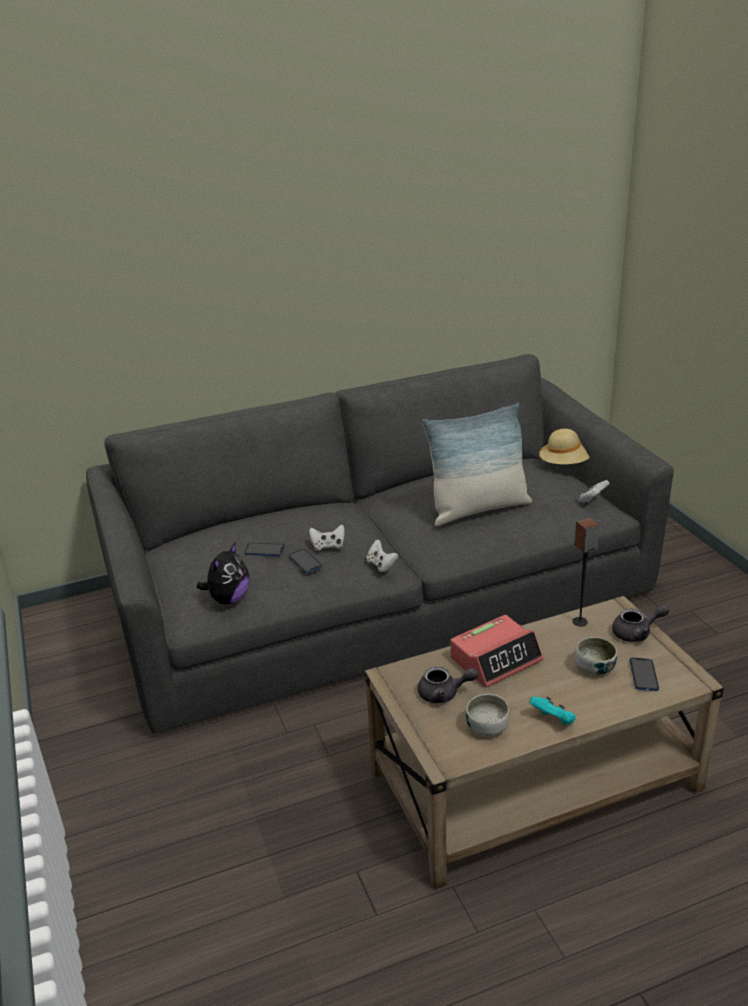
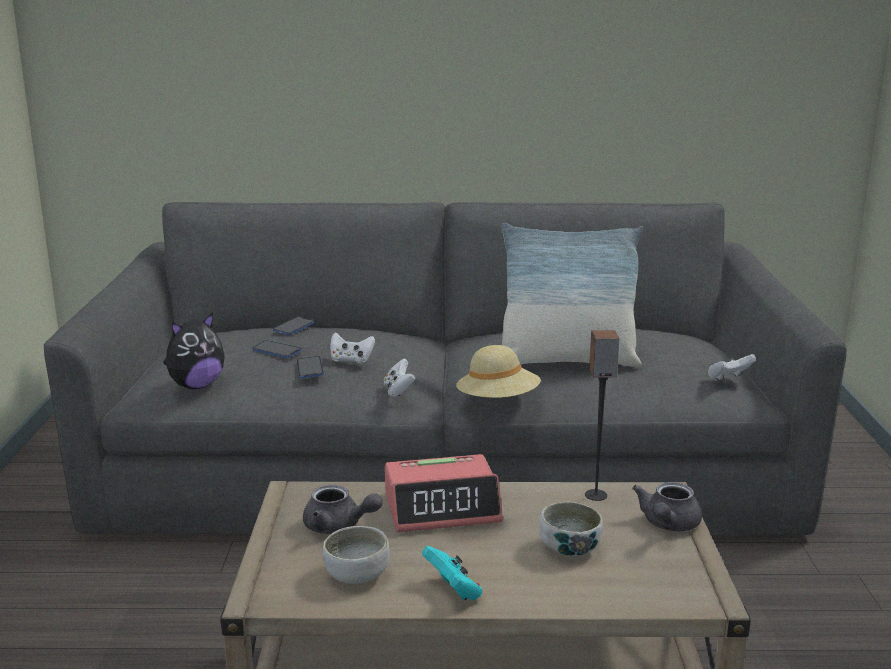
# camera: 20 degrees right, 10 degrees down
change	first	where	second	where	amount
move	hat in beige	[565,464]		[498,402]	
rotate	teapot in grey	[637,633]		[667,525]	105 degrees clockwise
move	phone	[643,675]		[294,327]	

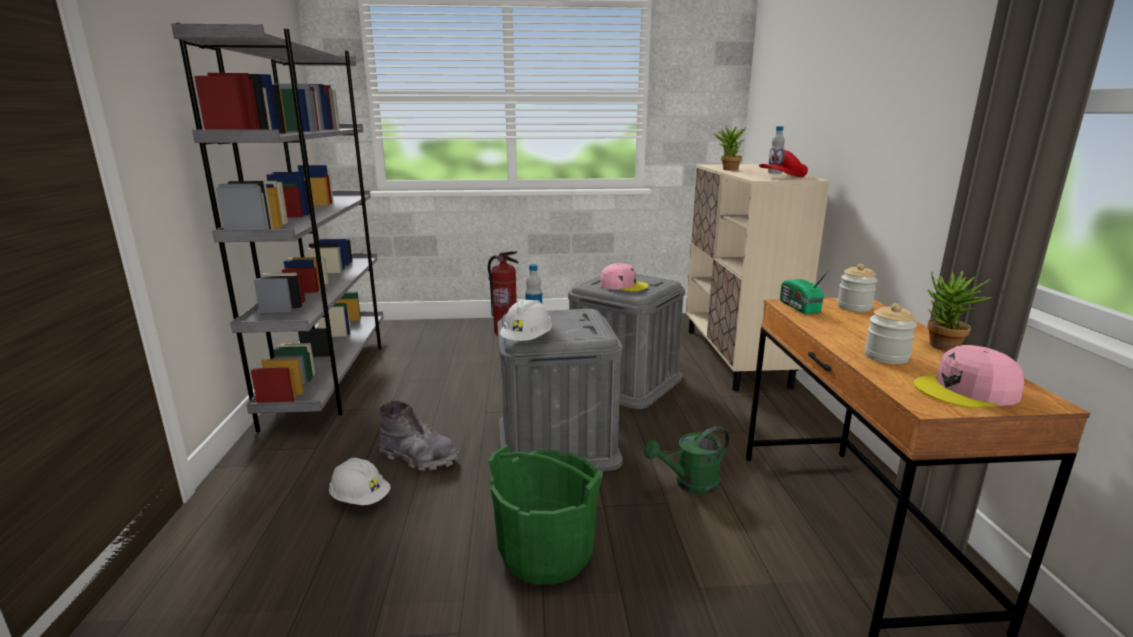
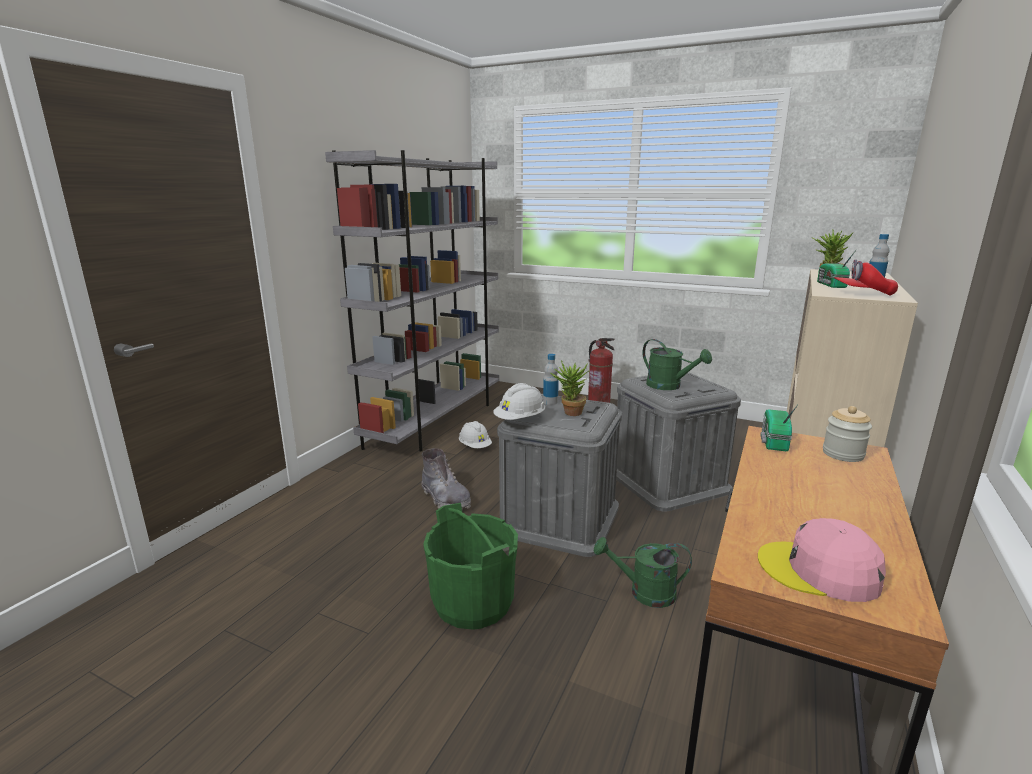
# camera: 30 degrees right, 0 degrees up
change	first	where	second	where	amount
move	hard hat in white	[360,499]		[475,447]	
replace	cap in pink	[623,285]	watering can in green	[669,386]	
delete	jar	[886,356]			
move	potted plant	[943,348]		[569,413]	
insert			radio	[830,285]	

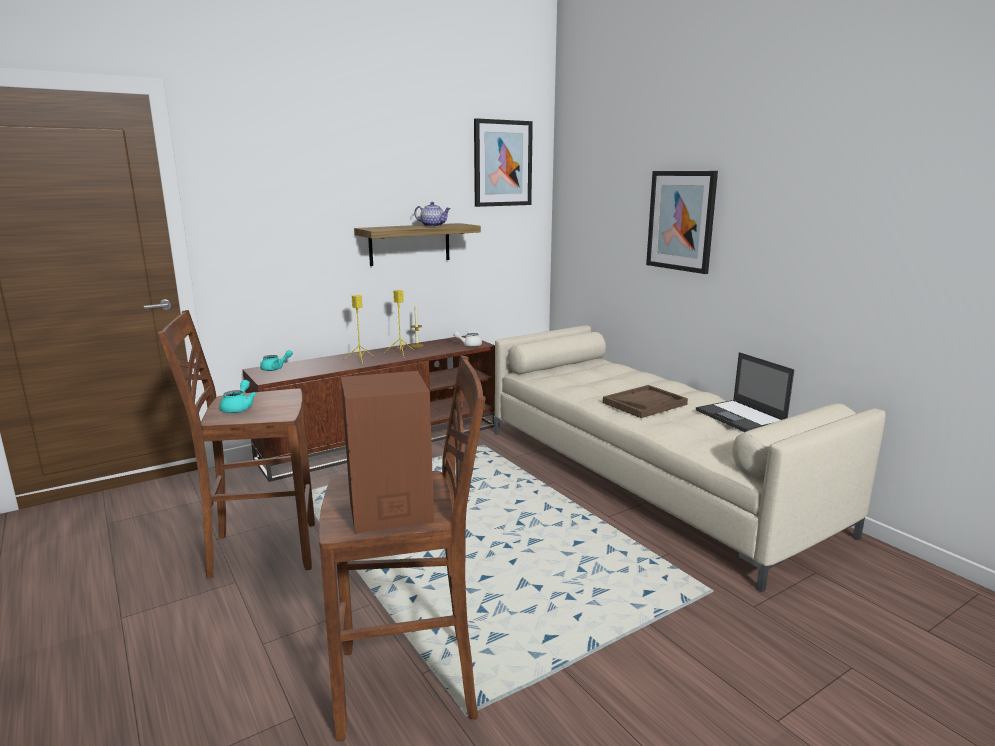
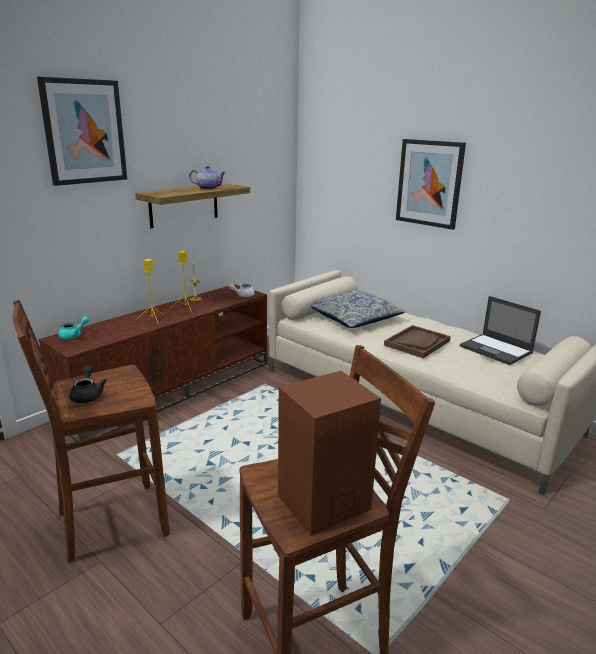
# camera: 15 degrees left, 5 degrees up
change	first	where	second	where	amount
recolor	teapot in turquoise	[239,408]	teapot in black	[87,395]	
move	picture	[502,163]		[84,132]	
insert			pillow	[354,318]	

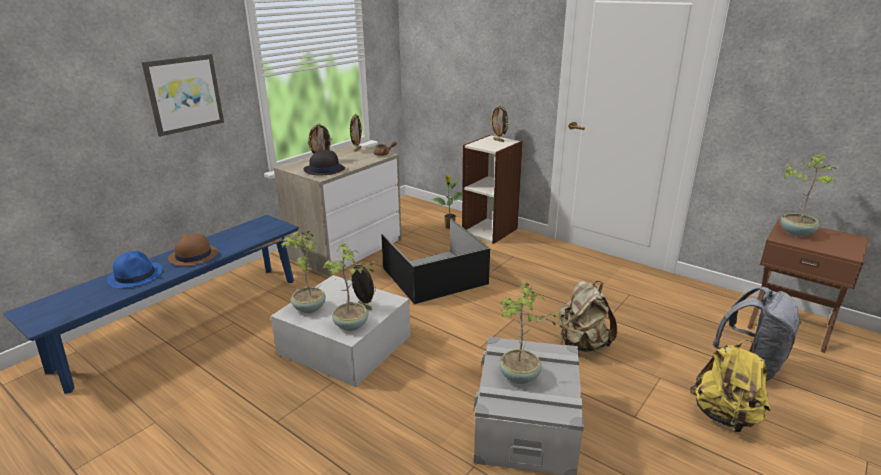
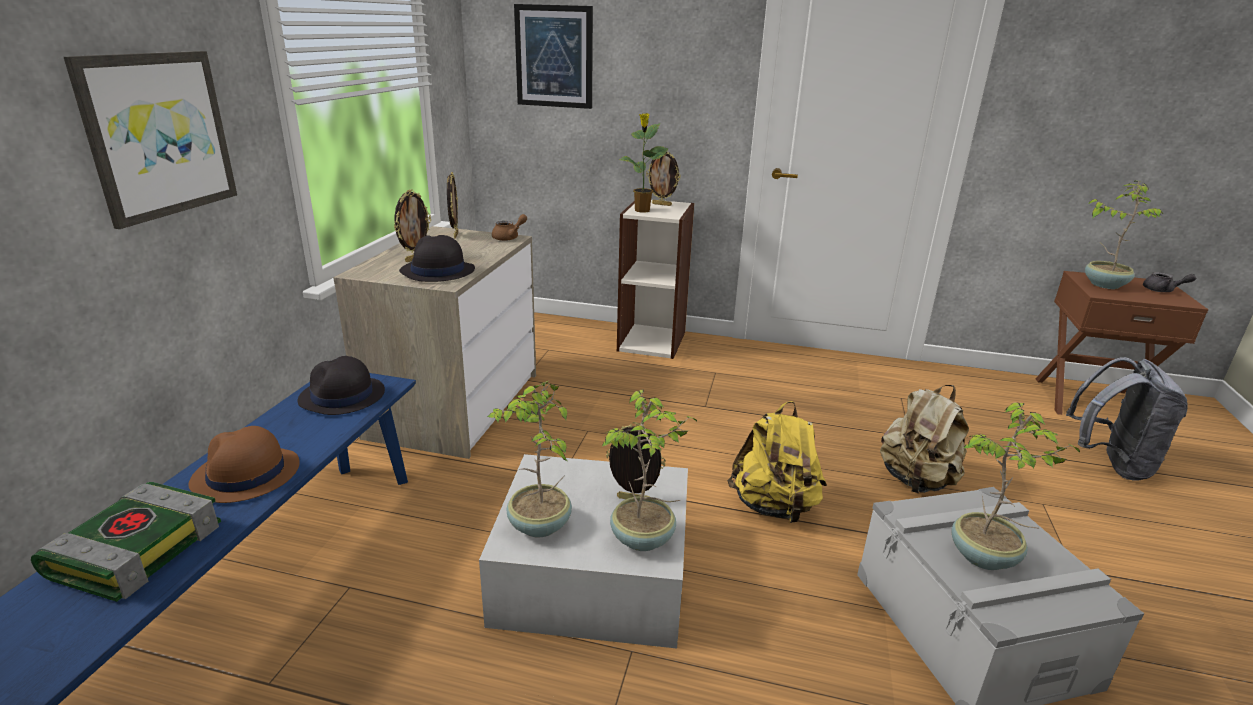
# camera: 25 degrees left, 0 degrees up
change	first	where	second	where	amount
replace	hat in blue	[136,276]	book	[137,549]	
delete	storage box in black	[435,275]			
move	potted plant	[449,227]		[642,210]	
move	backpack in yellow	[725,416]		[774,506]	
insert			hat in black	[342,397]	
insert			picture	[554,57]	
insert			teapot in grey	[1162,290]	

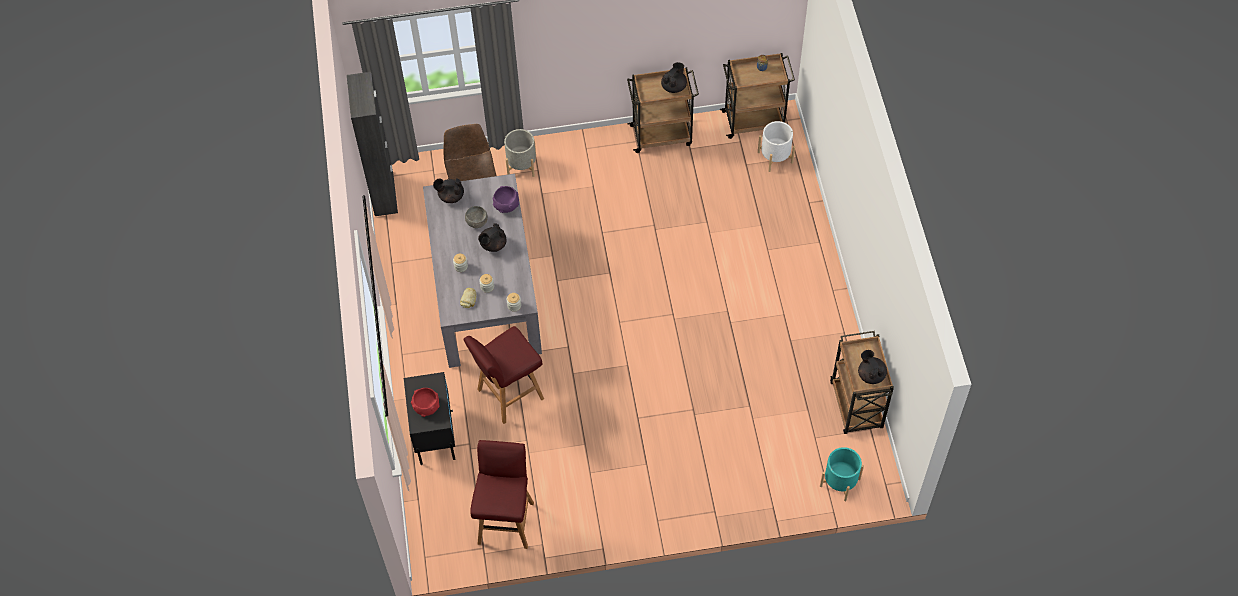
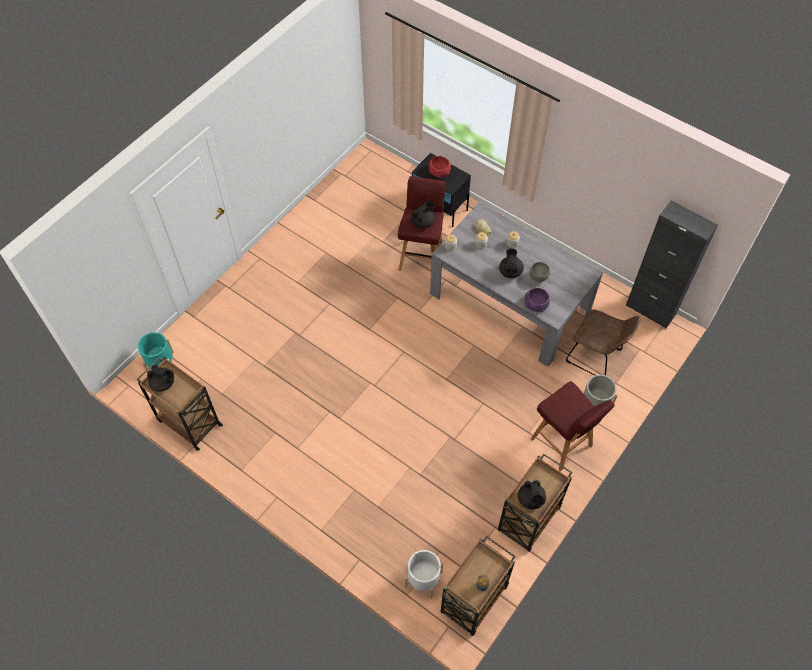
# camera: 135 degrees right, 0 degrees up
change	first	where	second	where	amount
move	teapot in black	[450,196]		[423,222]	
move	stool in red	[506,521]		[562,443]	

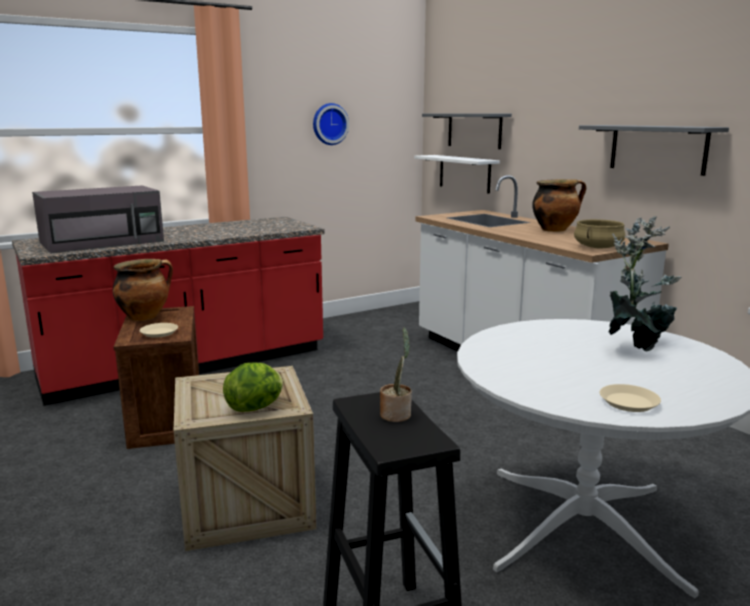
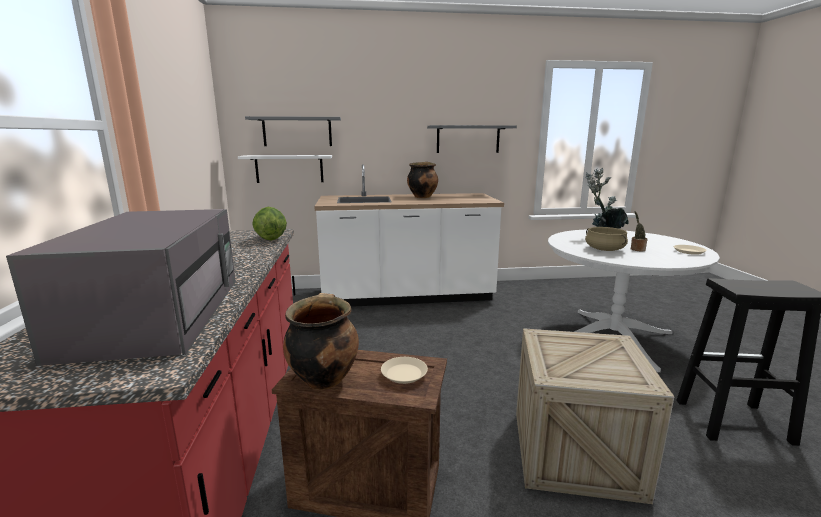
# camera: 65 degrees left, 0 degrees up
change	first	where	second	where	amount
move	lettuce	[256,407]		[271,239]	
delete	wall clock	[329,124]			
move	potted plant	[396,414]		[636,249]	
move	cooking pot in beige	[597,247]		[604,249]	

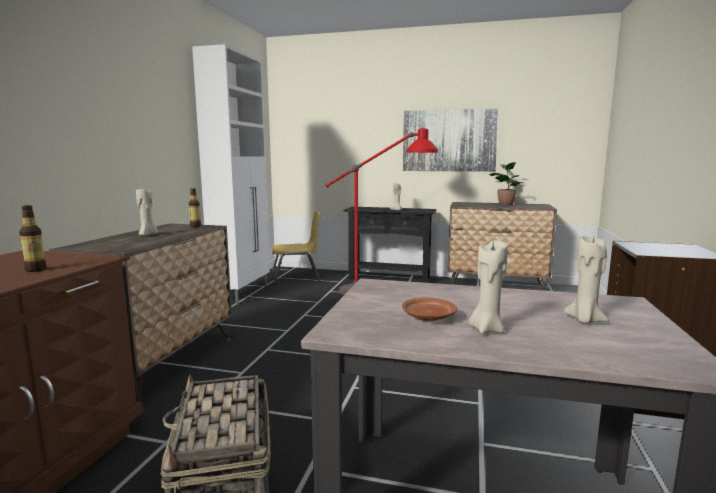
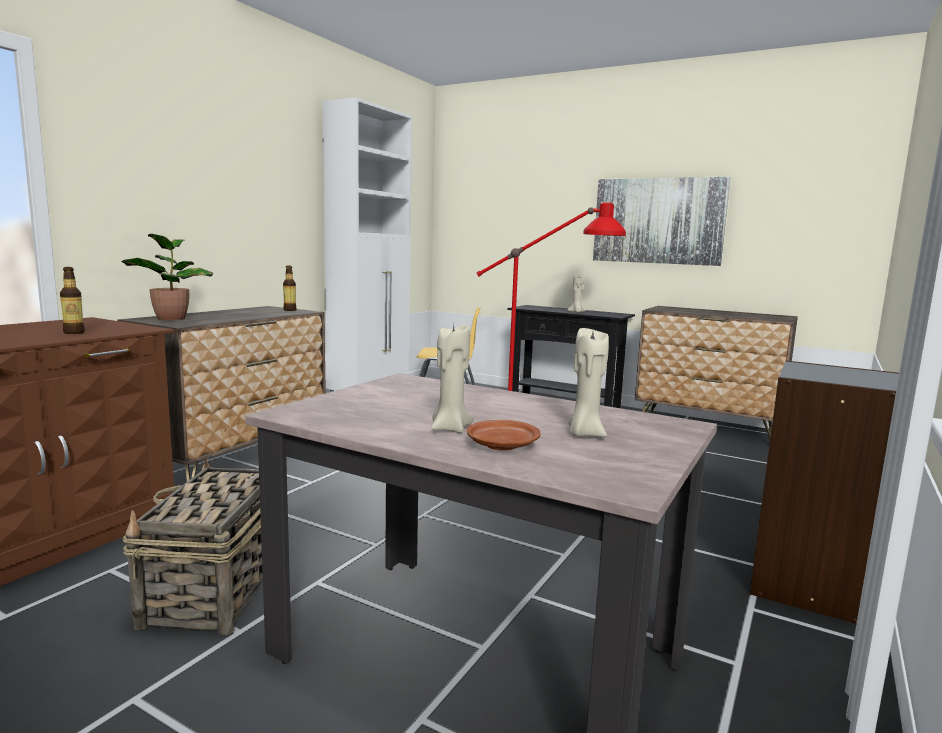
# camera: 15 degrees right, 0 degrees up
change	first	where	second	where	amount
delete	candle in beige	[148,235]			
move	plate in brown	[428,317]		[502,445]	
move	potted plant	[505,204]		[172,318]	

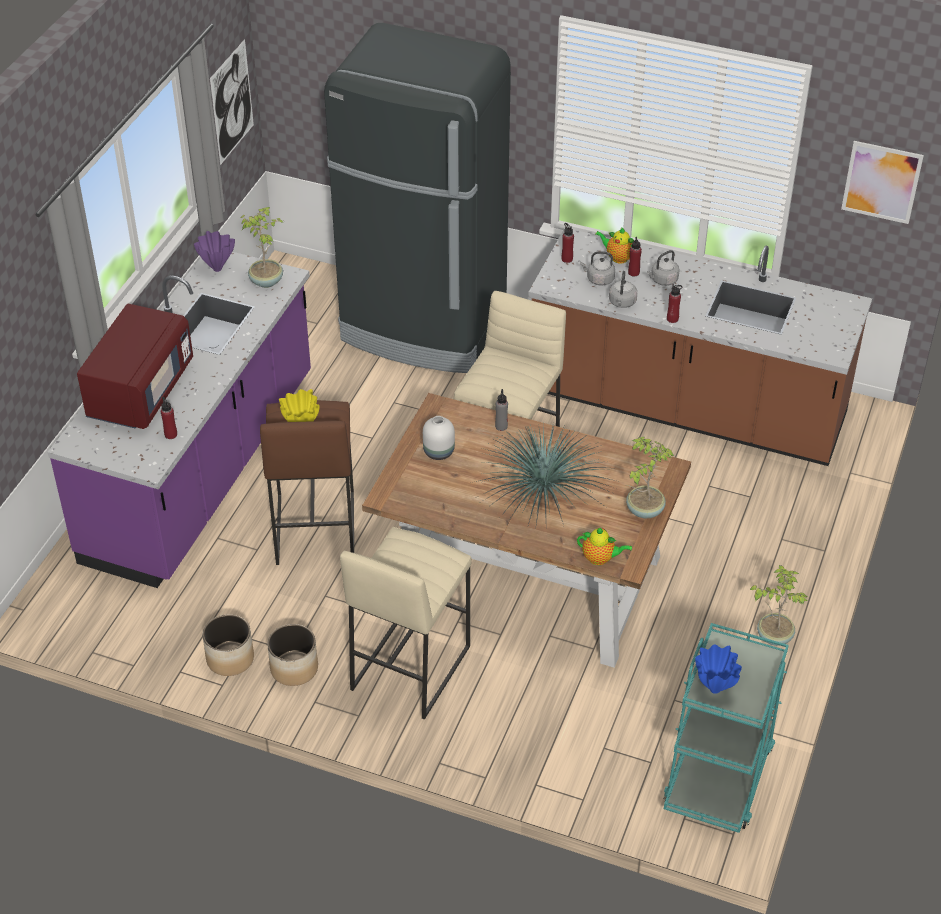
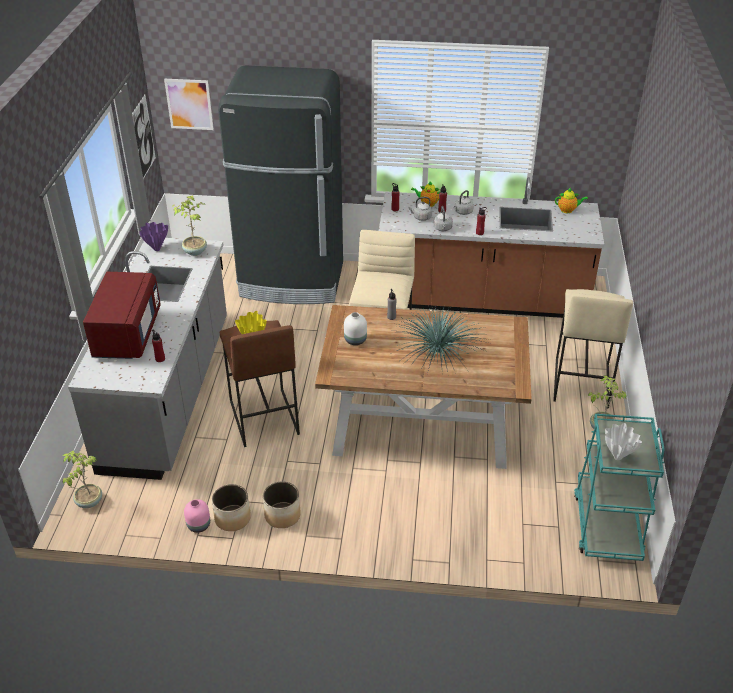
# camera: 15 degrees left, 5 degrees down
change	first	where	second	where	amount
recolor	counter in purple	[202,468]	counter in grey	[169,393]	
move	stool in beige	[409,667]		[580,382]	
move	teapot	[600,559]		[568,210]	
move	potted plant	[643,510]		[88,502]	
recolor	vase in blue	[714,688]	vase in white	[617,457]	
move	picture	[881,182]		[189,104]	
insert			vase in pink	[198,525]	

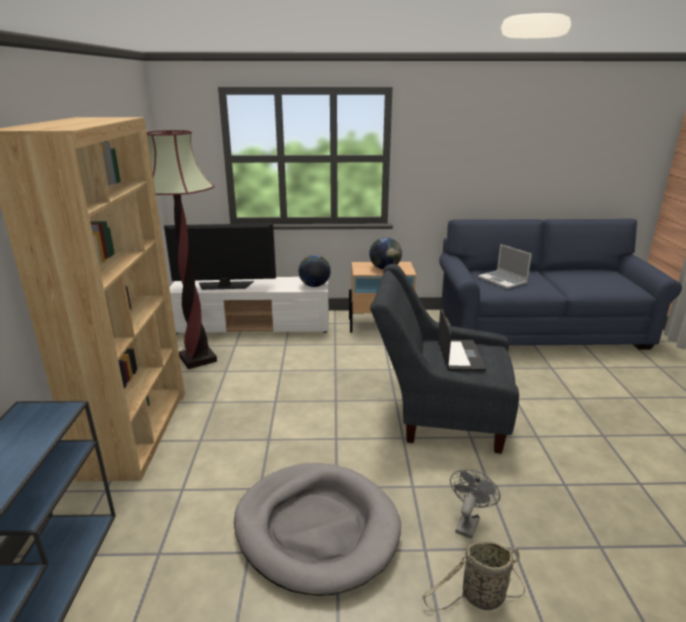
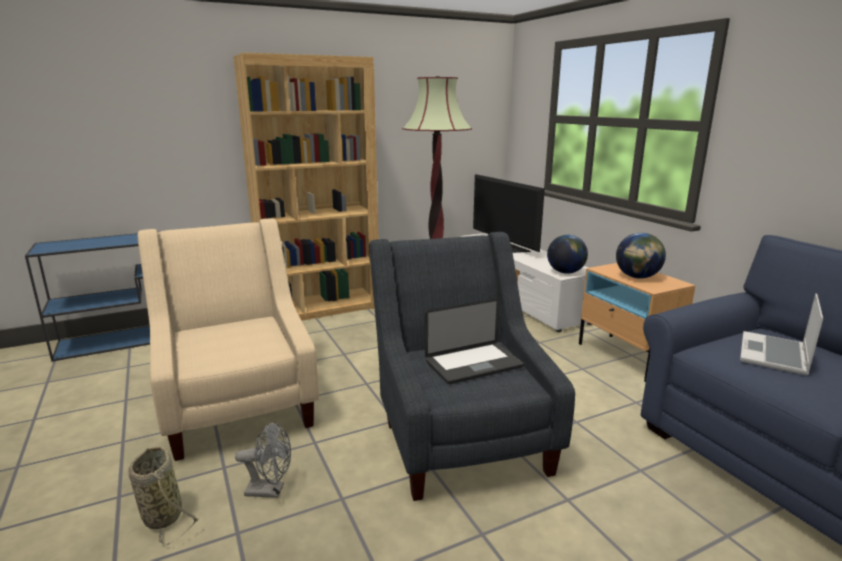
# camera: 65 degrees right, 5 degrees down
change	first	where	second	where	amount
replace	dog bed in grey	[316,528]	armchair in beige	[238,404]	

